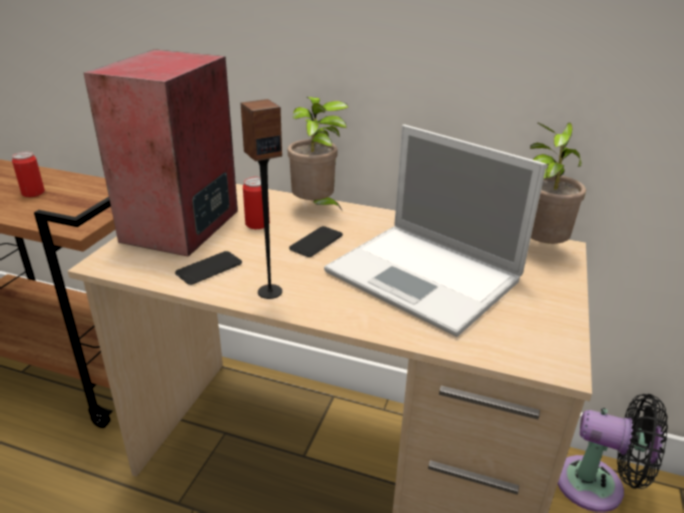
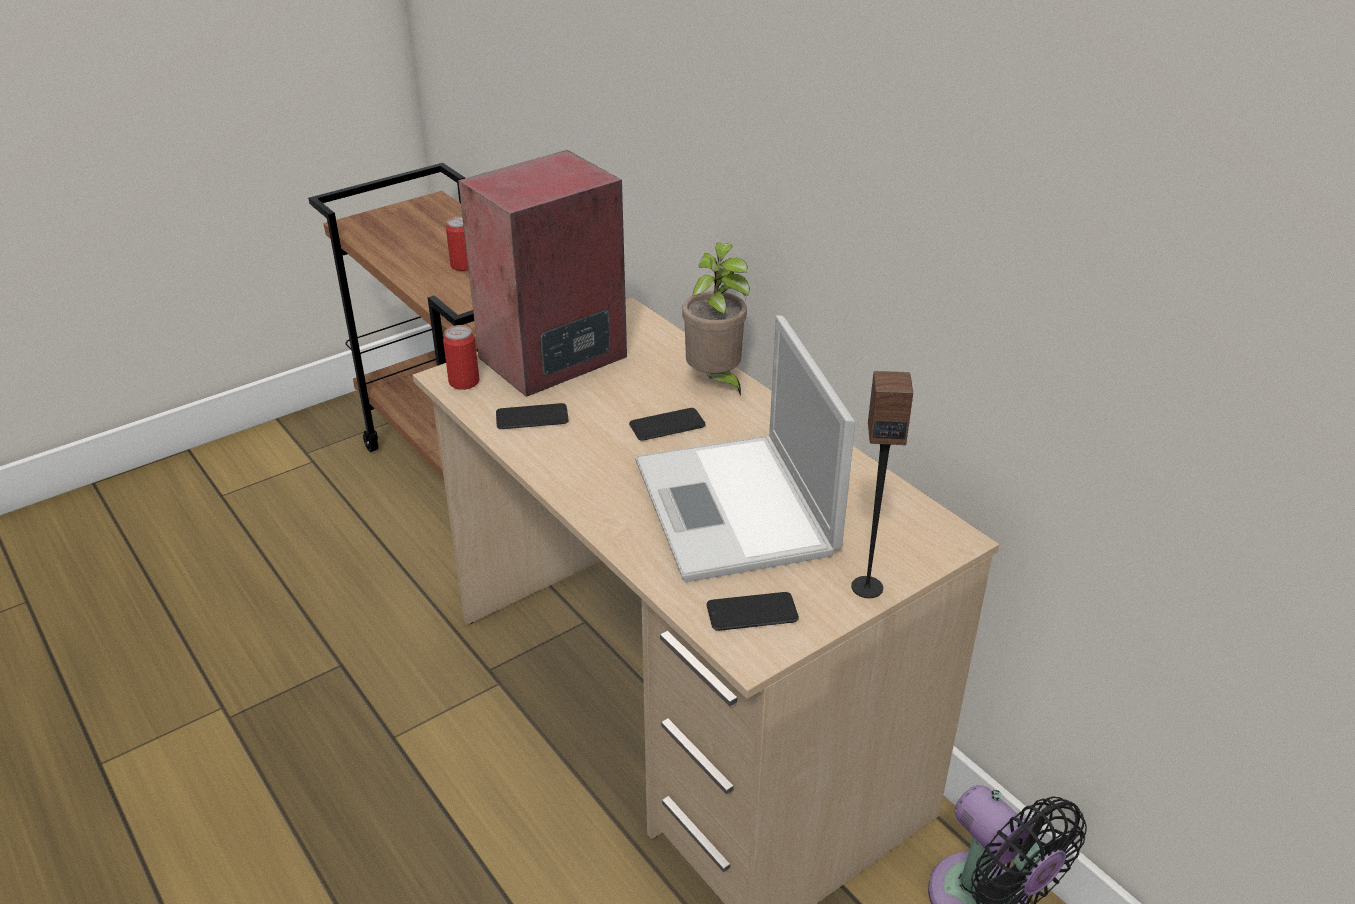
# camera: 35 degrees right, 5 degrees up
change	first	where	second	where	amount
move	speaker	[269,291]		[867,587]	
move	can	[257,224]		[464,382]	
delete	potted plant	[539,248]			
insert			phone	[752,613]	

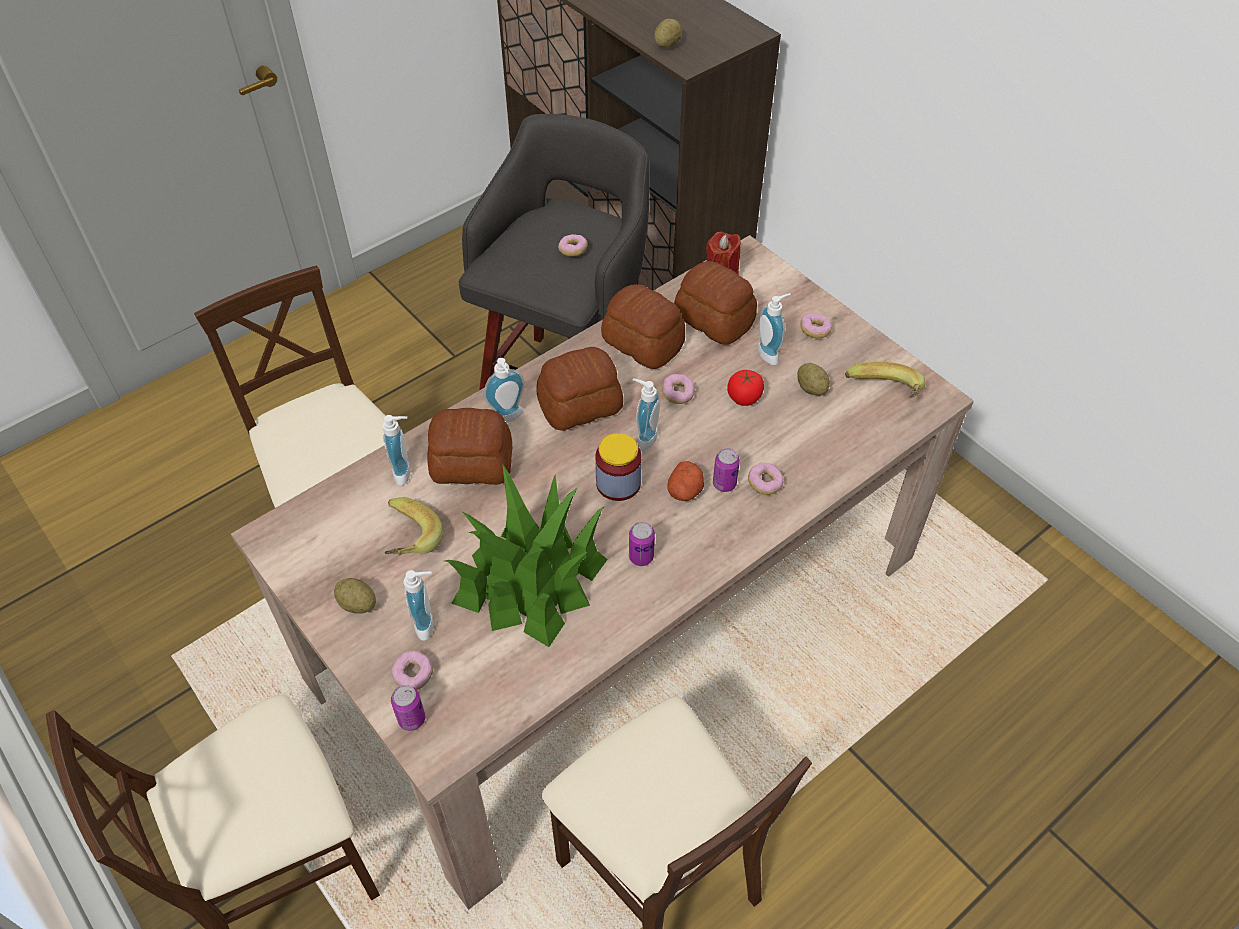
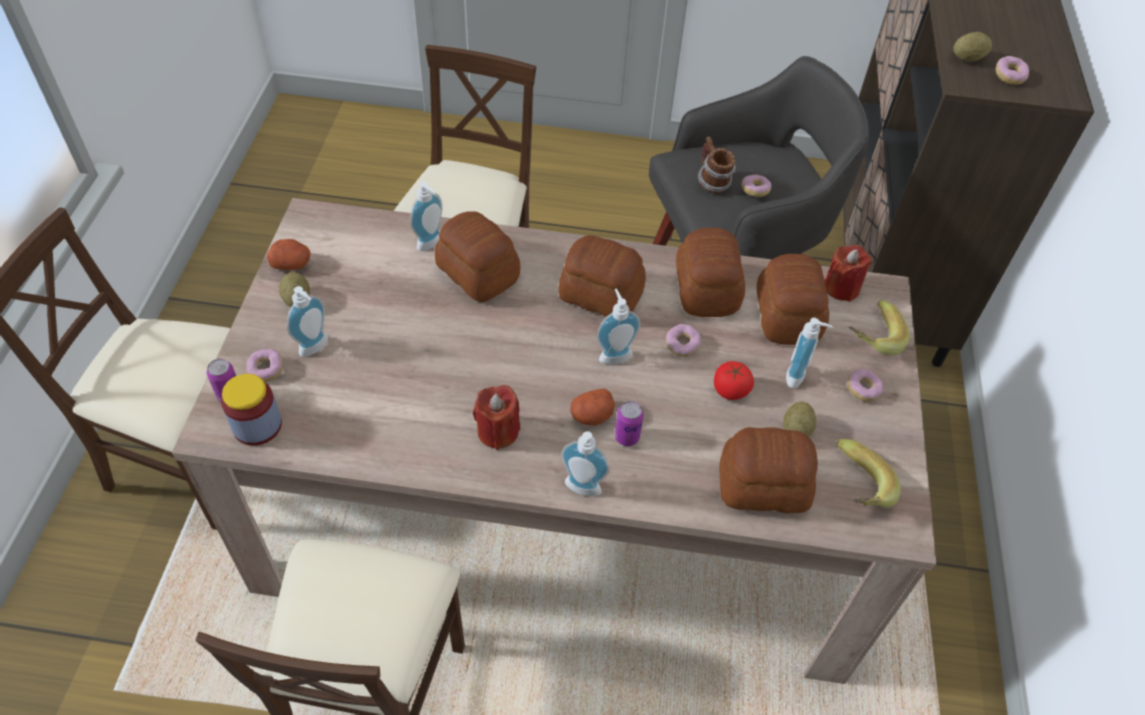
# camera: 45 degrees right, 0 degrees up
change	first	where	second	where	amount
move	banana	[406,541]		[869,337]	
delete	potted plant	[530,578]			
move	soap dispenser	[509,418]		[581,490]	
move	jar	[618,483]		[257,426]	
replace	can	[641,557]	candle in red	[498,431]	
move	donut	[764,484]		[1009,77]	
insert			potato	[292,264]	
insert			mug	[712,182]	
insert			bread	[761,484]	

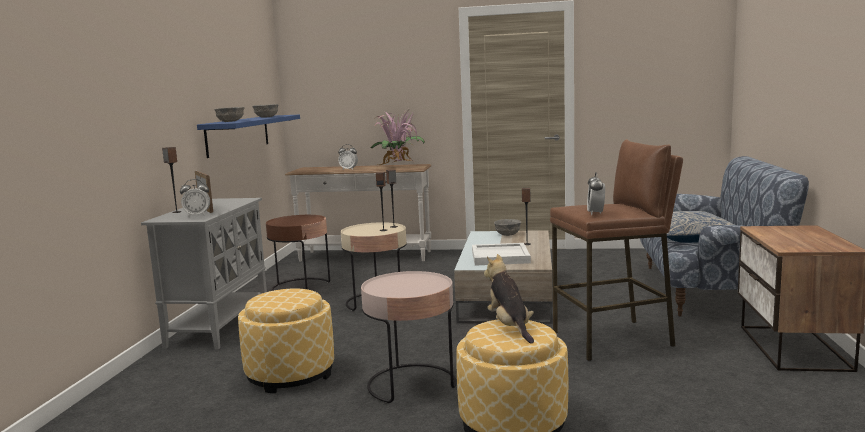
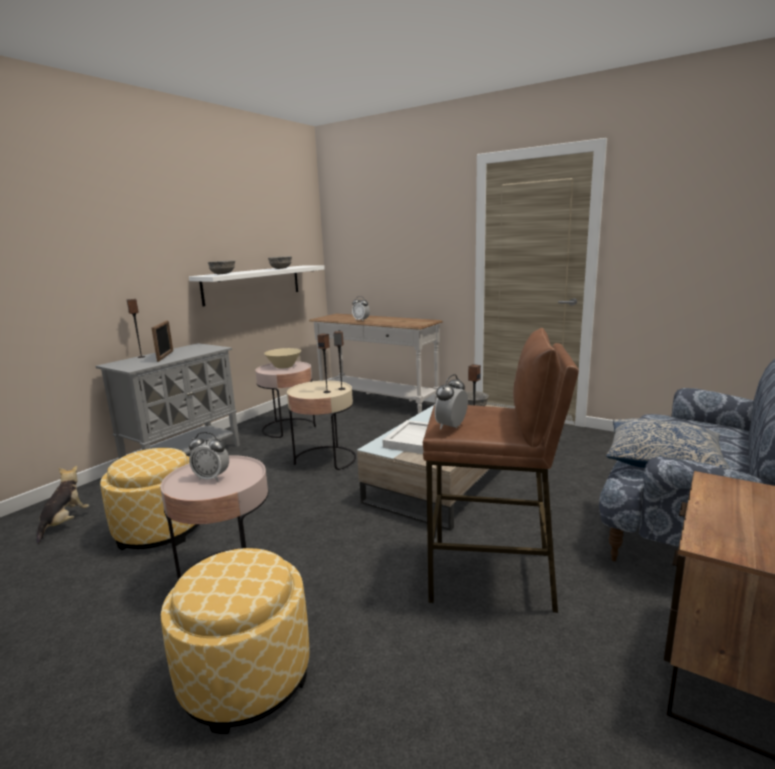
# camera: 25 degrees right, 5 degrees up
change	first	where	second	where	amount
move	alarm clock	[197,216]		[212,478]	
recolor	shelf in blue	[238,135]	shelf in white	[253,284]	
recolor	side table in brown	[301,287]	side table in pink	[289,428]	
delete	potted plant	[398,167]			
move	plush toy	[510,327]		[64,523]	
insert			bowl in beige	[284,366]	

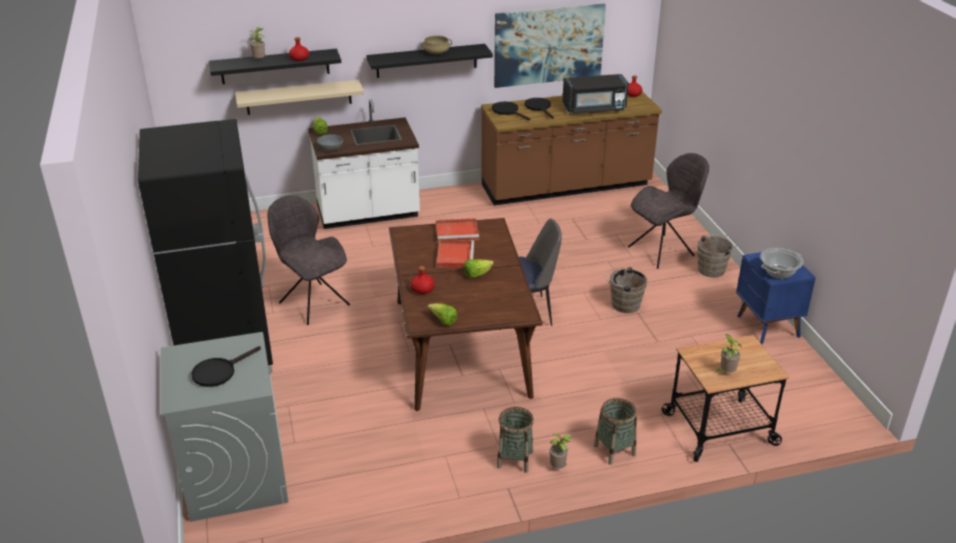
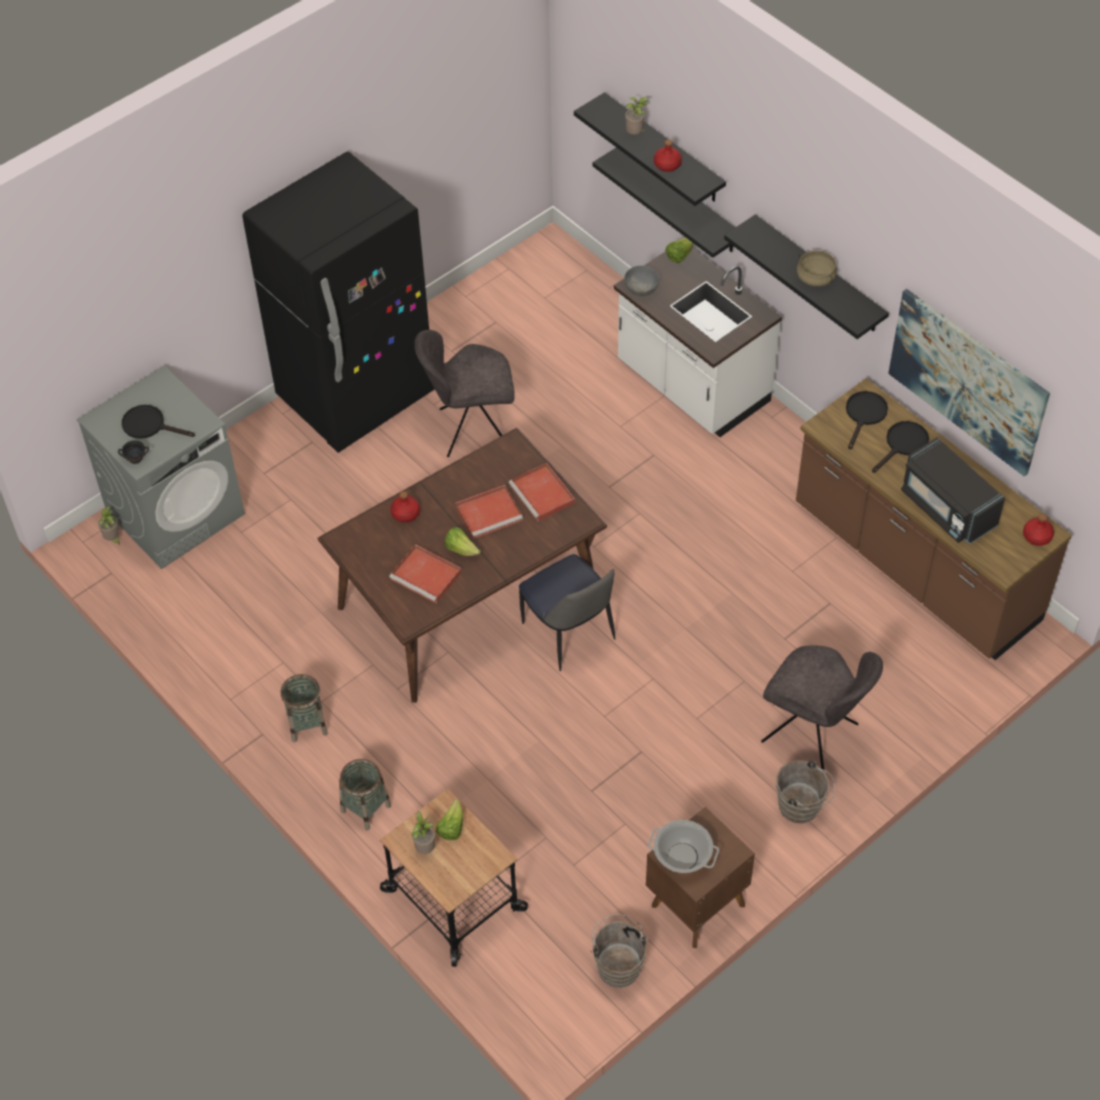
# camera: 65 degrees right, 20 degrees up
change	first	where	second	where	amount
recolor	shelf in beige	[299,97]	shelf in black	[681,200]	
rotate	chair in grey	[313,303]		[471,429]	120 degrees counterclockwise
move	lettuce	[443,321]		[451,827]	
move	potted plant	[558,467]		[113,539]	
move	bucket in brown	[623,304]		[618,964]	
recolor	nightstand in blue	[767,327]	nightstand in brown	[696,905]	
insert			bowl in black	[135,458]	
insert			tray in red	[427,576]	

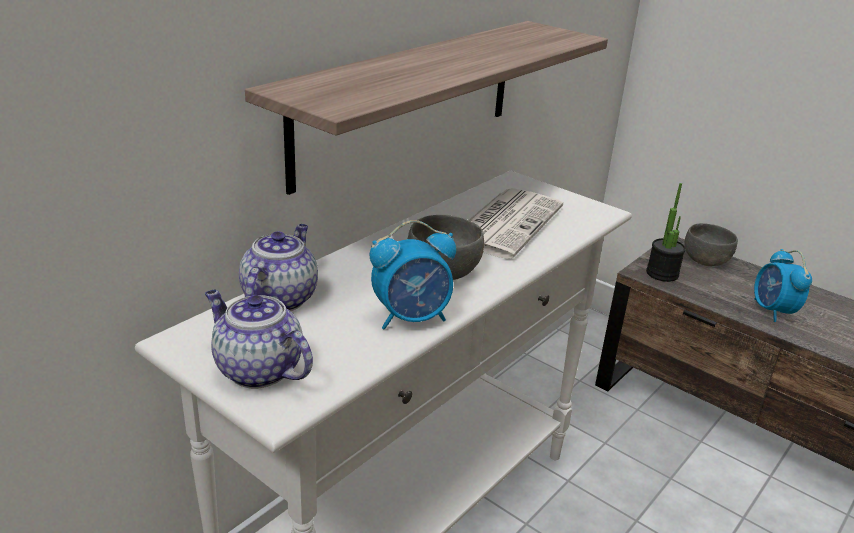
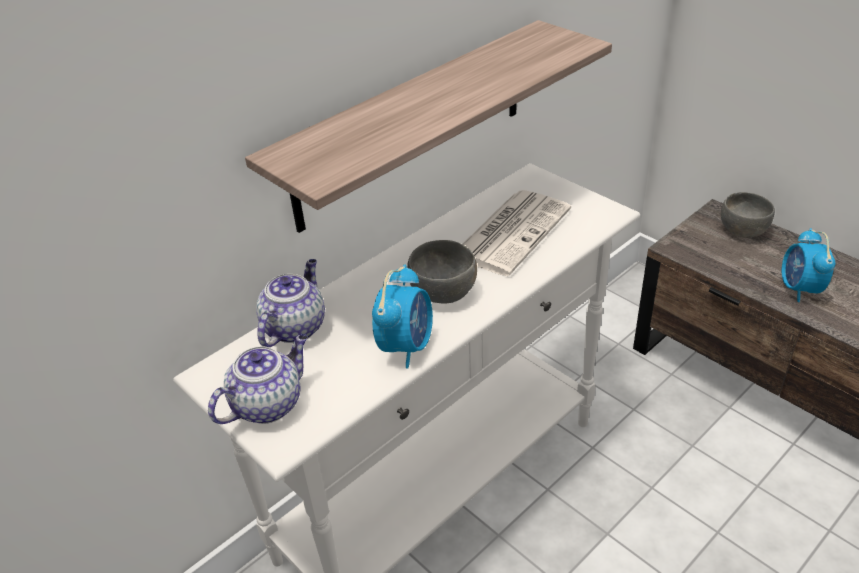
# camera: 10 degrees right, 10 degrees up
change	first	where	second	where	amount
rotate	teapot	[257,370]		[268,403]	90 degrees clockwise
rotate	alarm clock	[412,318]		[406,346]	60 degrees counterclockwise
delete	potted plant	[662,273]			

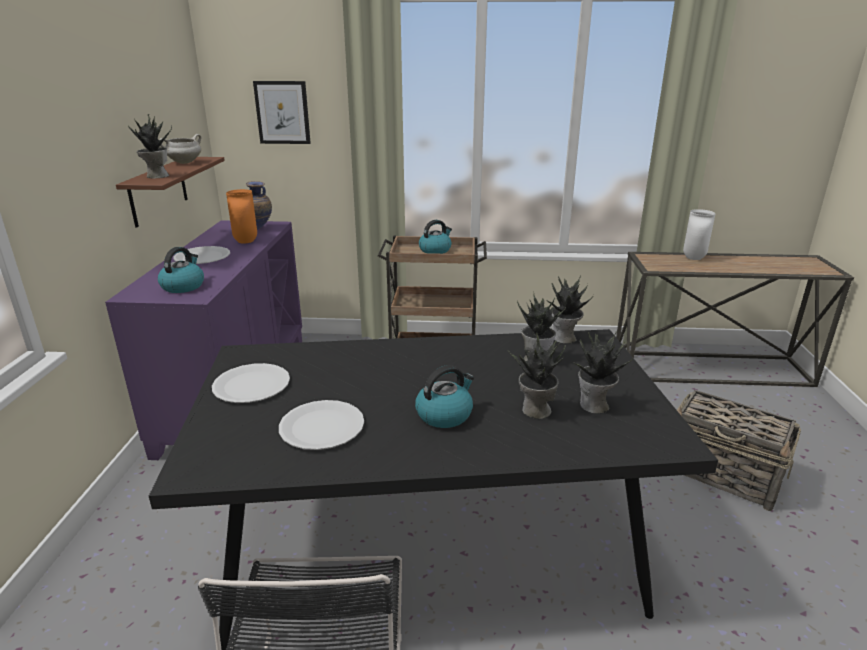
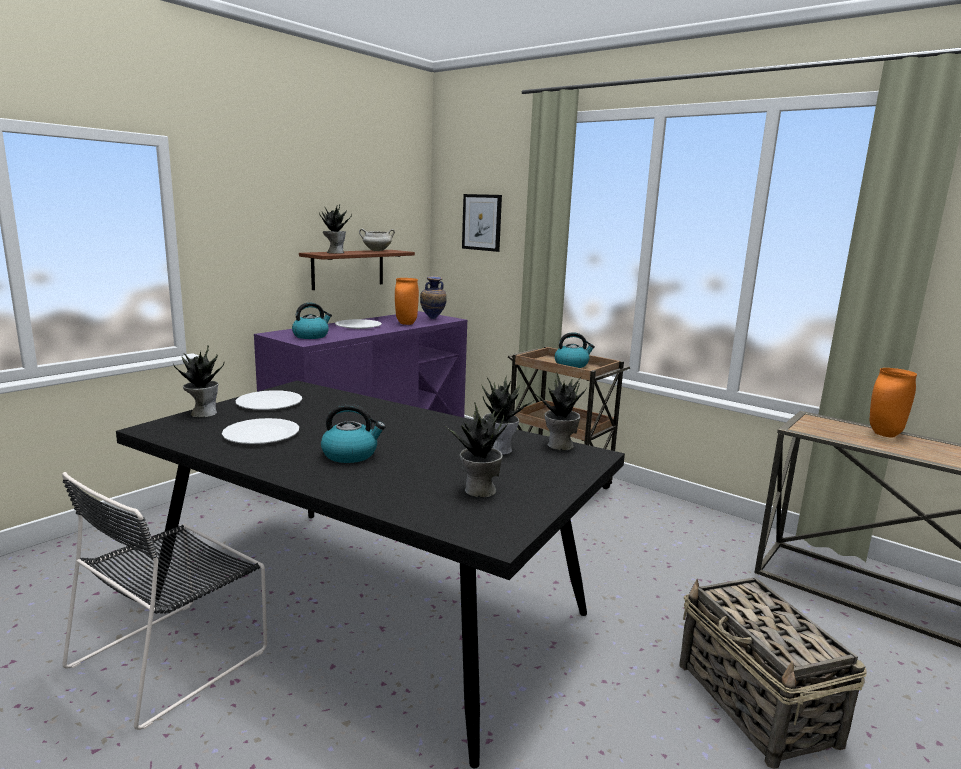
# camera: 35 degrees right, 10 degrees down
change	first	where	second	where	amount
move	potted plant	[535,410]		[203,413]	
recolor	vase in white	[694,258]	vase in orange	[885,434]	

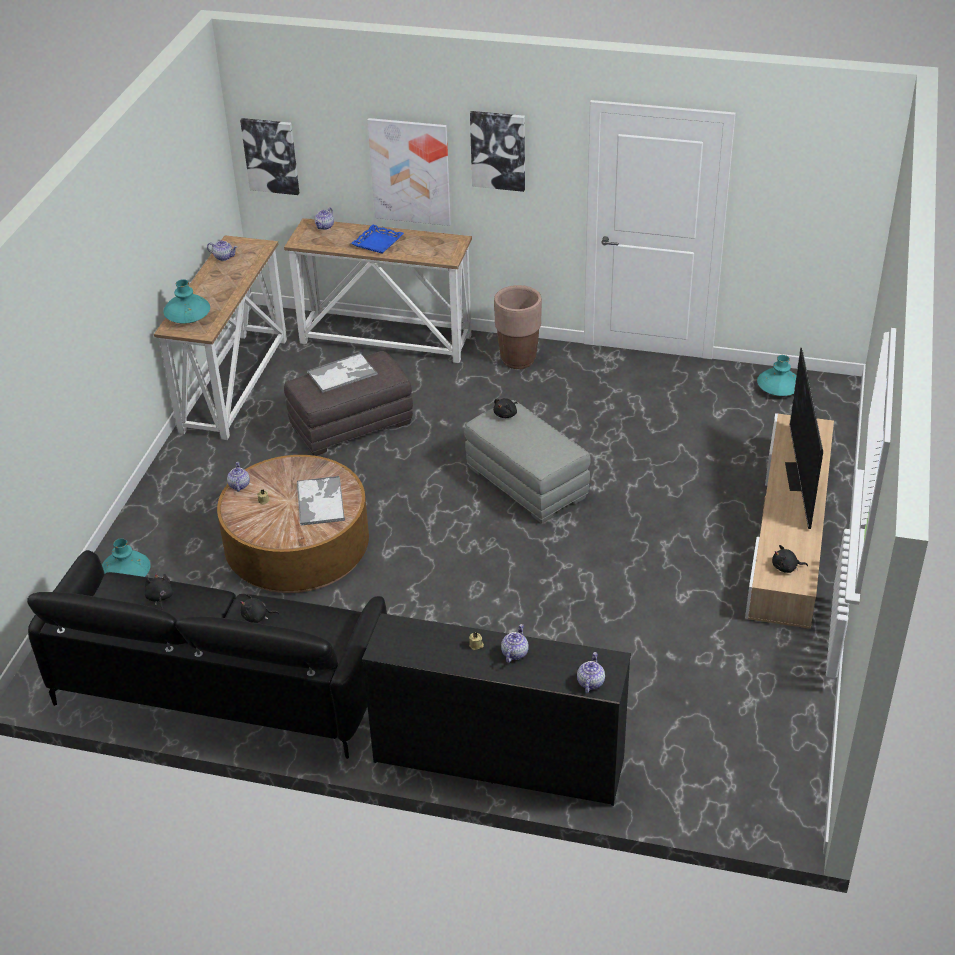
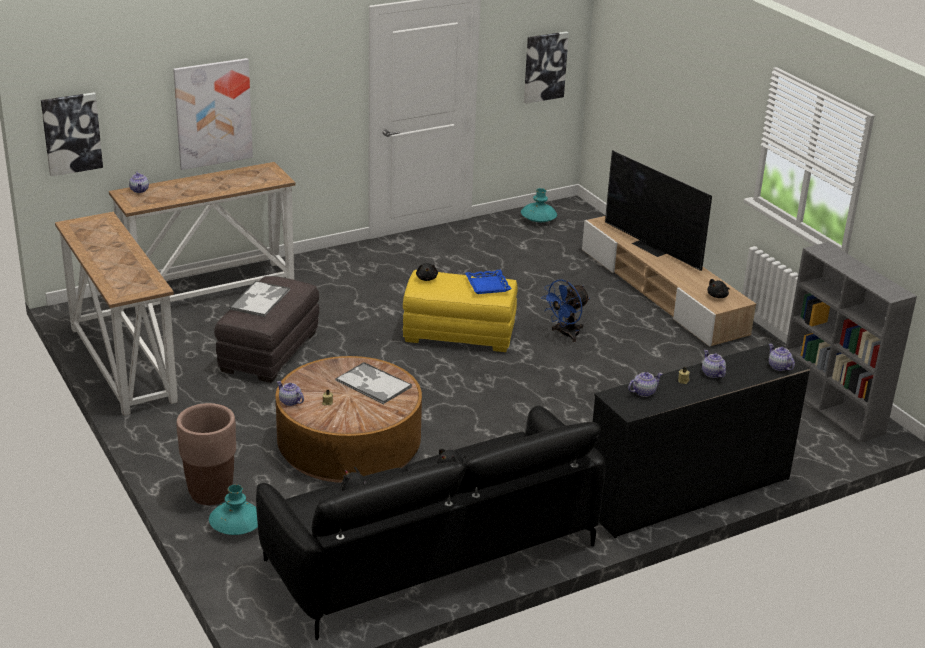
# camera: 45 degrees left, 10 degrees down
change	first	where	second	where	amount
delete	vase in turquoise	[188,317]			
move	teapot	[224,257]		[644,392]	
move	tray in blue	[377,242]		[487,285]	
recolor	ottoman in grey	[527,483]	ottoman in yellow	[460,333]	
move	picture	[498,150]		[544,67]	
move	planter in brown	[518,360]		[210,493]	
insert			fan in blue	[565,334]	
insert			bookcase in grey	[832,408]	

